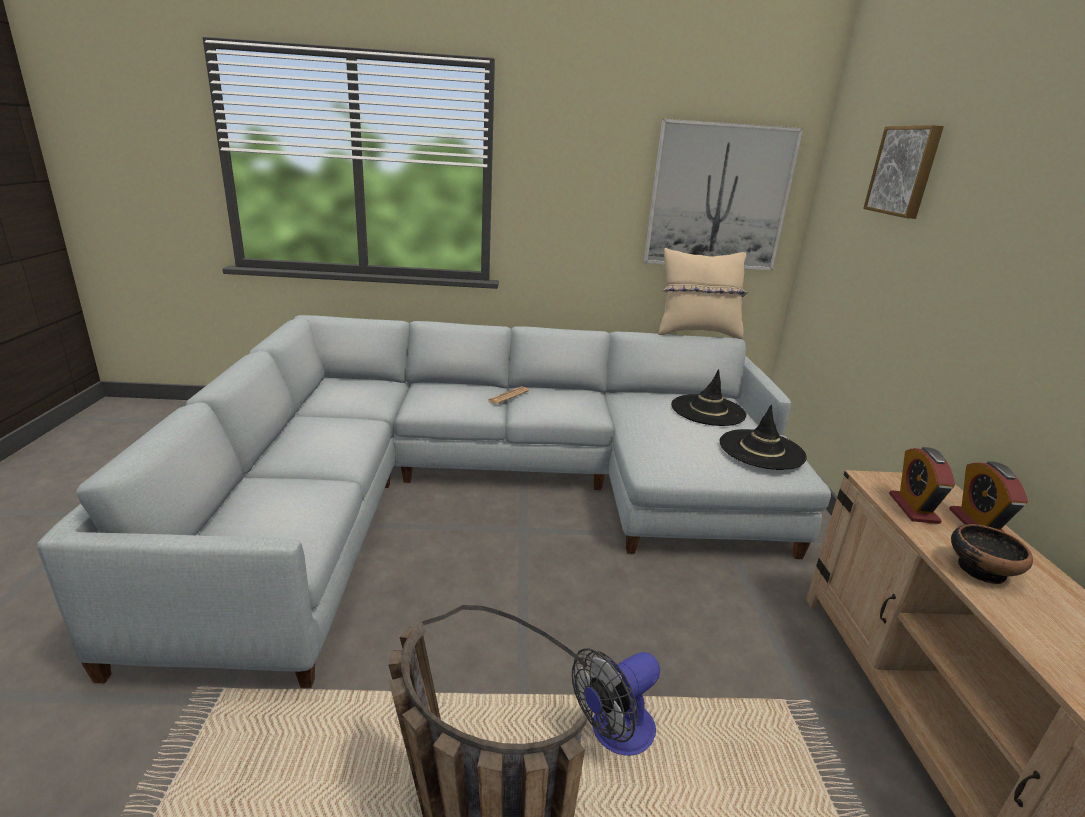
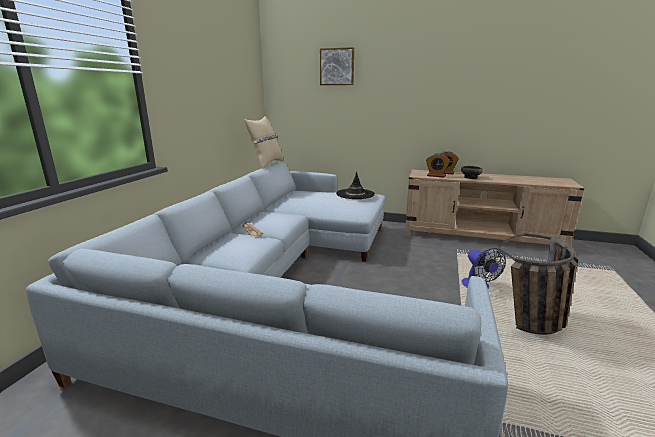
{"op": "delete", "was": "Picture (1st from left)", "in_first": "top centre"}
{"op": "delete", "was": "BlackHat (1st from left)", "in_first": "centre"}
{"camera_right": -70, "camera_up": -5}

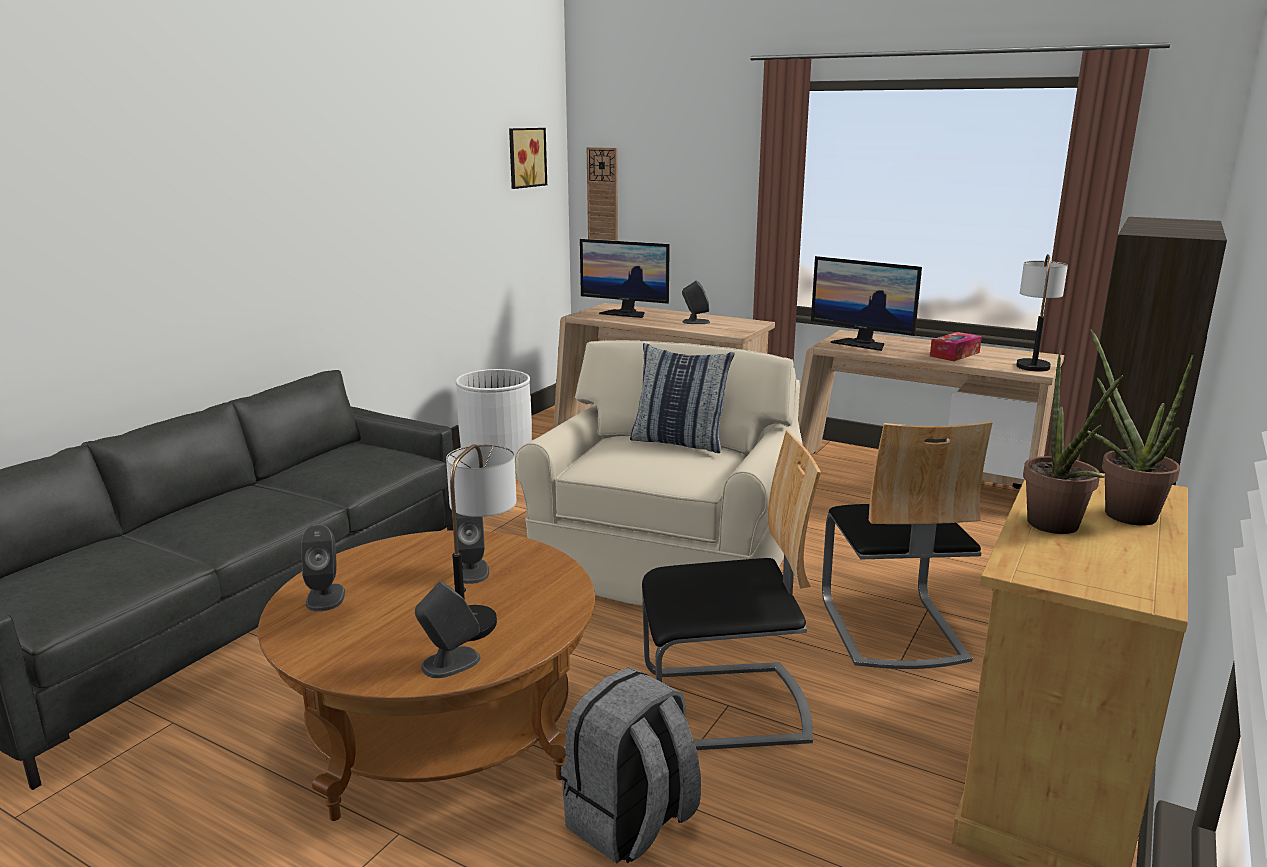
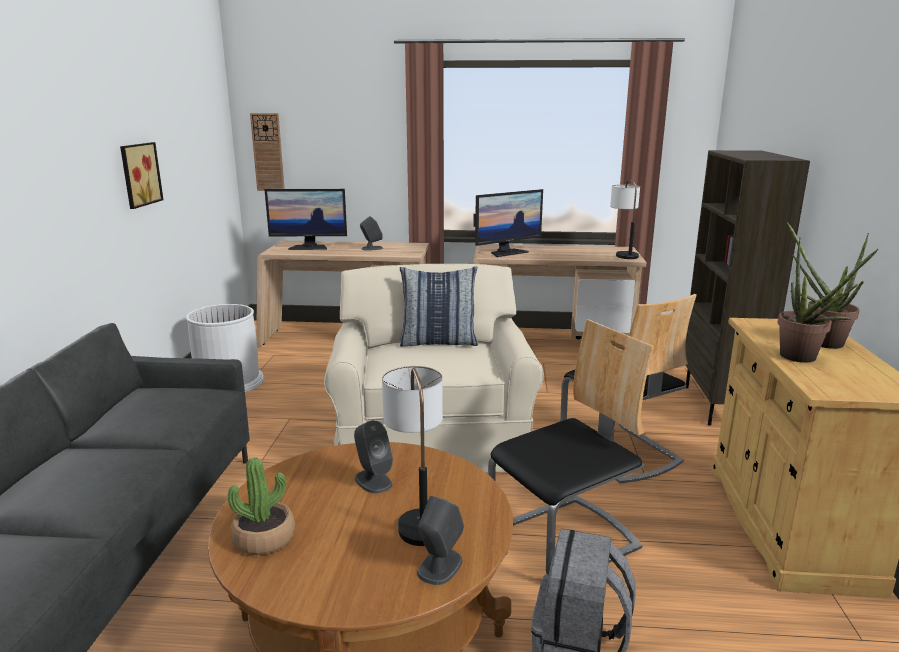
{"op": "replace", "was": "GreySpeaker (1st from left)", "now": "PottedPlant (1st from left)", "in_first": "middle left", "in_second": "bottom left"}
{"op": "move", "was": "Picture", "in_first": "top centre", "in_second": "top left"}
{"op": "rotate", "was": "Monitor (2nd from left)", "in_first": "middle right", "in_second": "centre", "clockwise": -45}
{"op": "delete", "was": "TissueBox", "in_first": "middle right"}
{"camera_right": -25, "camera_up": 0}

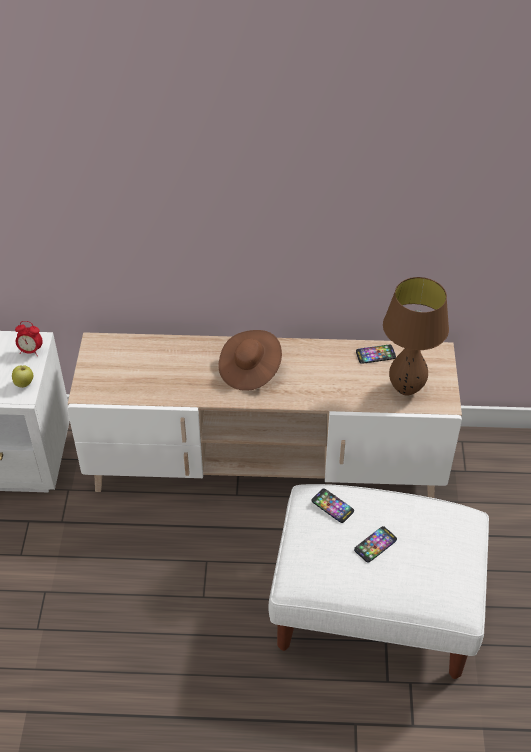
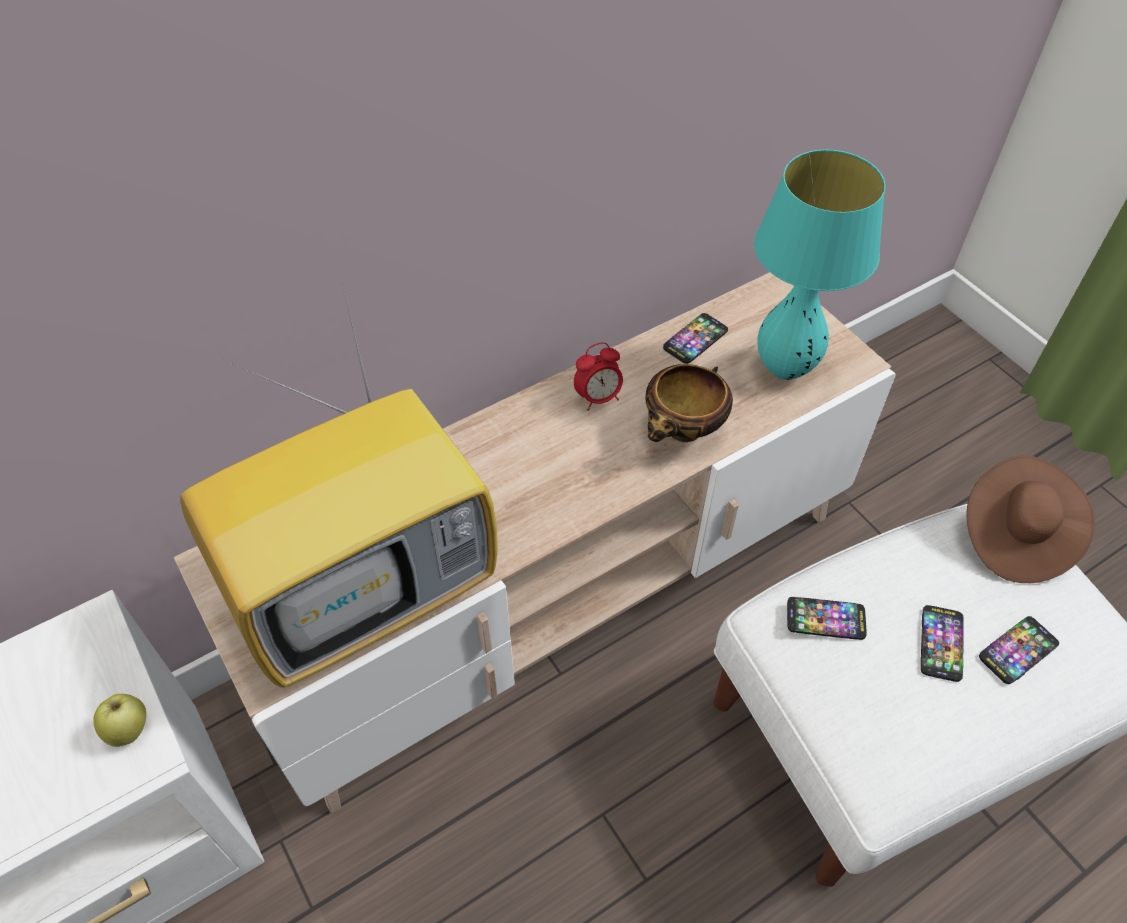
{"op": "move", "was": "AlarmClock", "in_first": "middle left", "in_second": "centre"}
{"op": "move", "was": "BrownHat", "in_first": "centre", "in_second": "middle right"}
{"op": "recolor", "was": "BrownTableLamp", "now": "TurquoiseTableLamp", "in_first": "middle right", "in_second": "top right"}
{"op": "insert", "now": "Television", "in_second": "middle left"}
{"op": "insert", "now": "Bowl", "in_second": "centre"}
{"op": "insert", "now": "Phone (4th from left)", "in_second": "bottom right"}
{"camera_right": -35, "camera_up": 5}

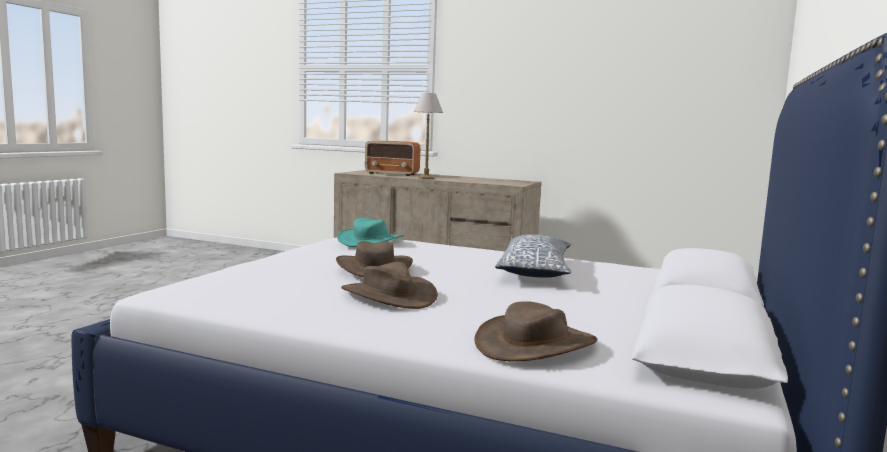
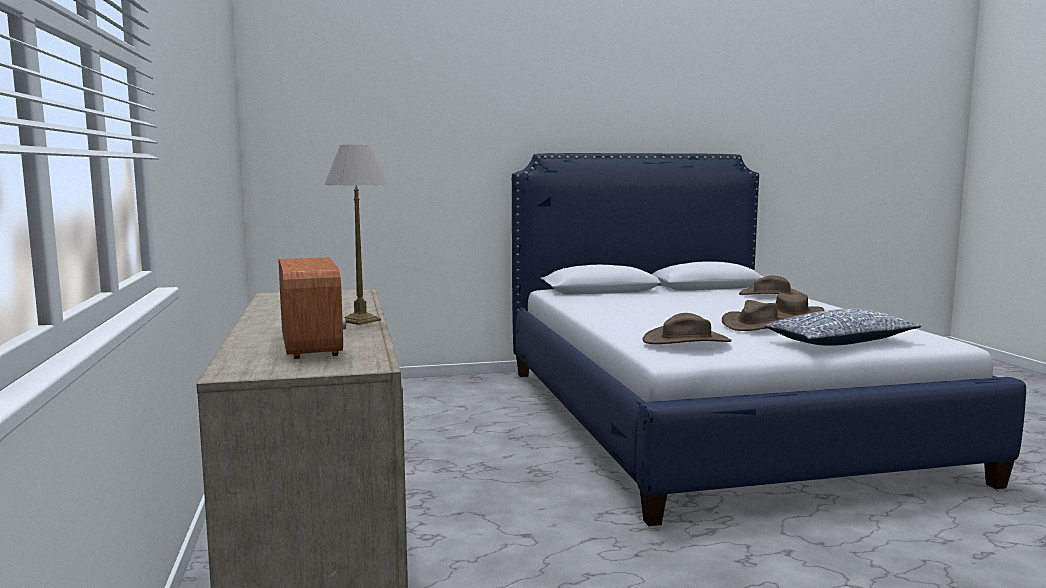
{"op": "recolor", "was": "TurquoiseHat", "now": "BrownHat (1st from left)", "in_first": "centre", "in_second": "centre"}
{"op": "move", "was": "Pillow", "in_first": "centre", "in_second": "middle right"}
{"camera_right": -125, "camera_up": 0}

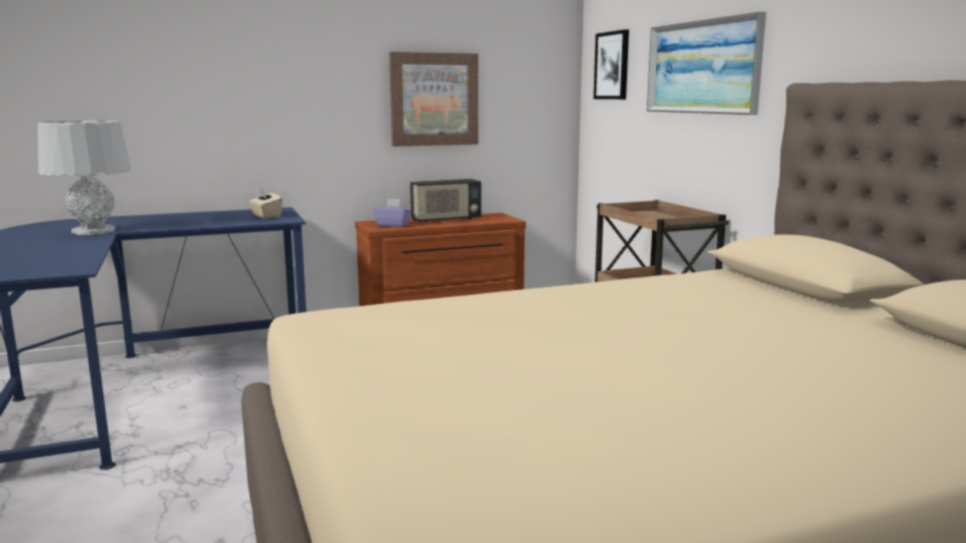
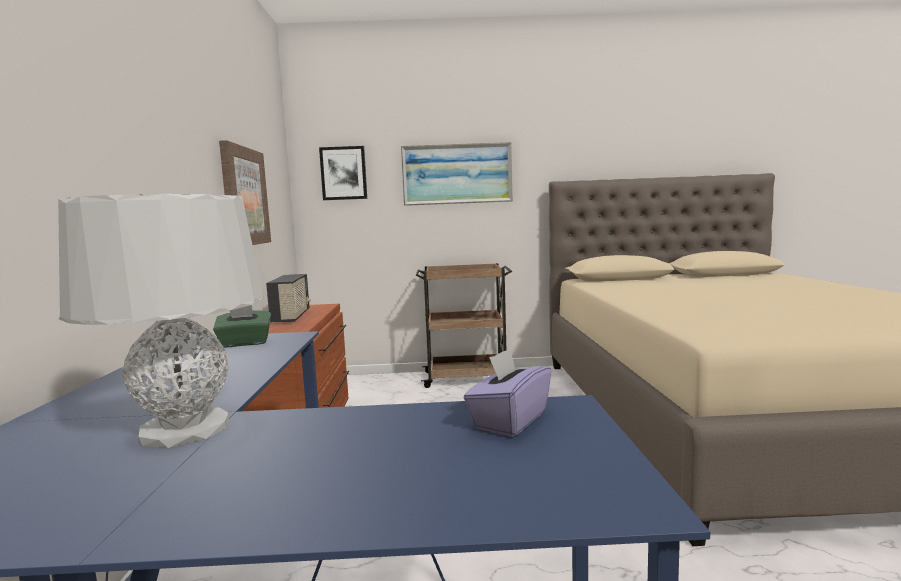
{"op": "recolor", "was": "BeigeTissueBox", "now": "GreenTissueBox", "in_first": "middle left", "in_second": "middle left"}
{"op": "move", "was": "PurpleTissueBox", "in_first": "centre", "in_second": "bottom centre"}
{"camera_right": -70, "camera_up": -5}

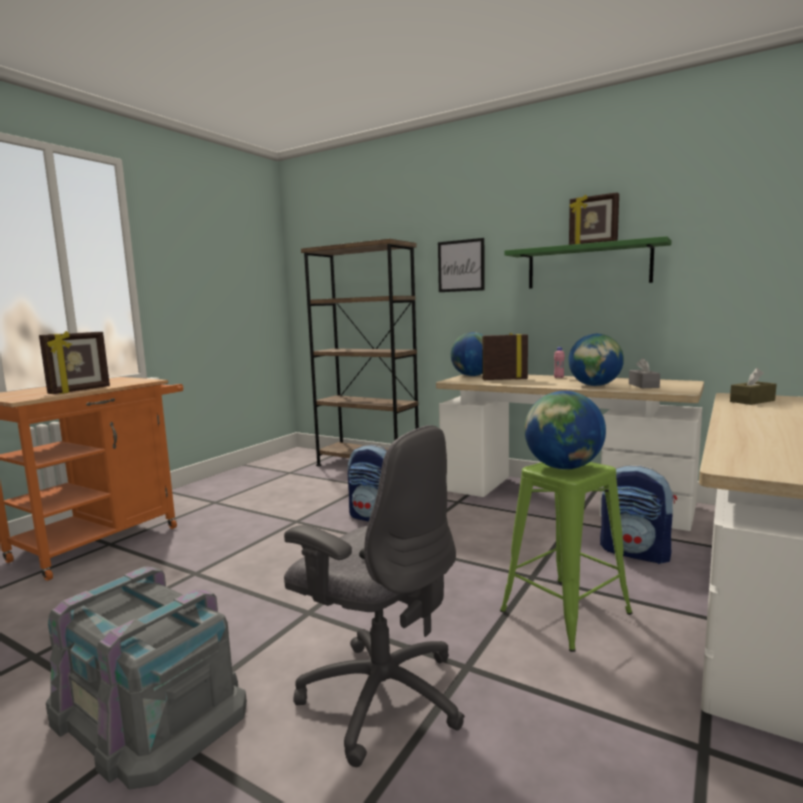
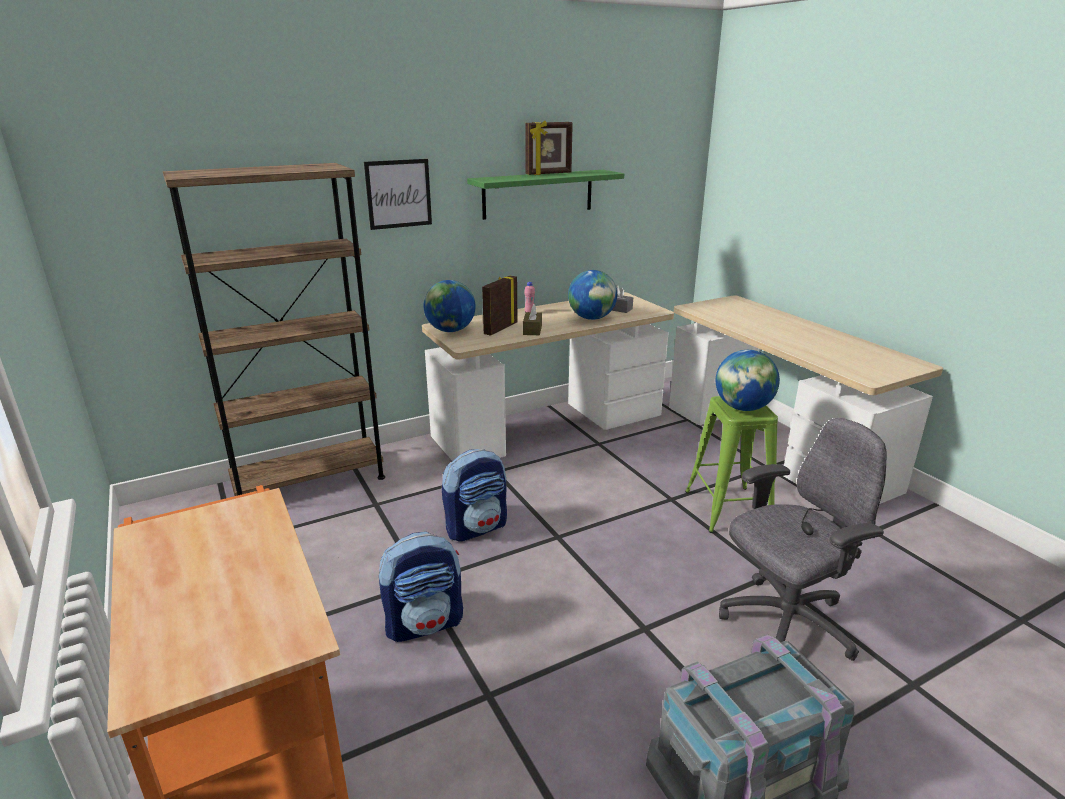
{"op": "delete", "was": "PictureFrame (1st from left)", "in_first": "middle left"}
{"op": "move", "was": "Backpack (2nd from left in the first image)", "now": "Backpack (1st from left)", "in_first": "middle right", "in_second": "bottom centre"}
{"op": "move", "was": "BrownTissueBox", "in_first": "middle right", "in_second": "centre"}
{"camera_right": -60, "camera_up": 15}

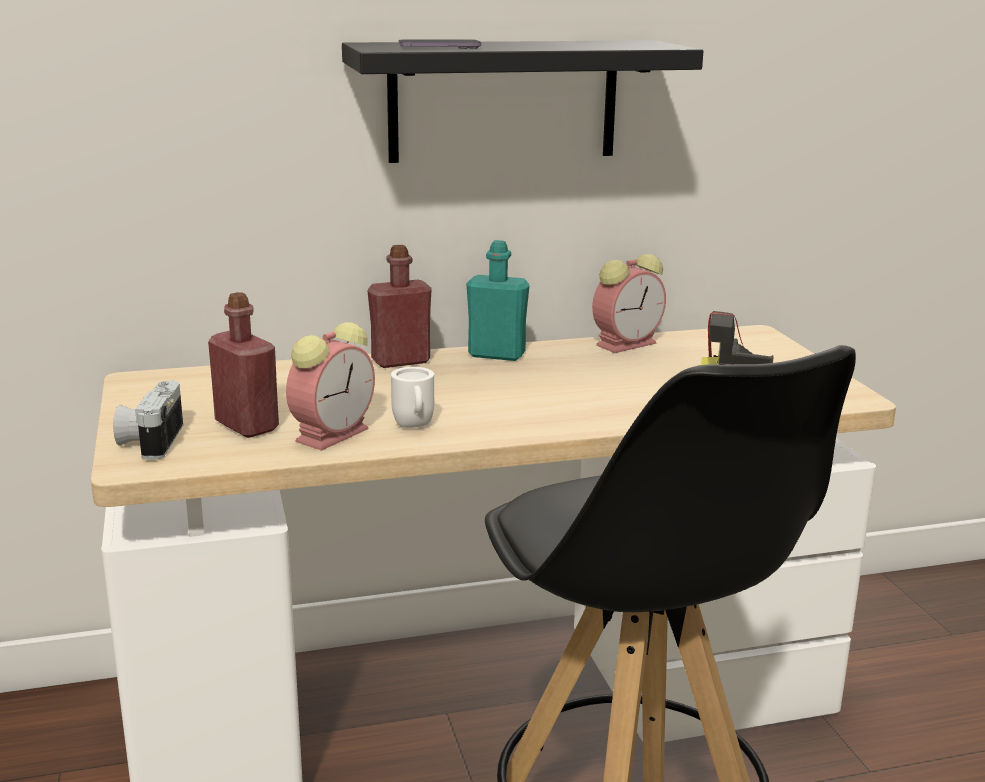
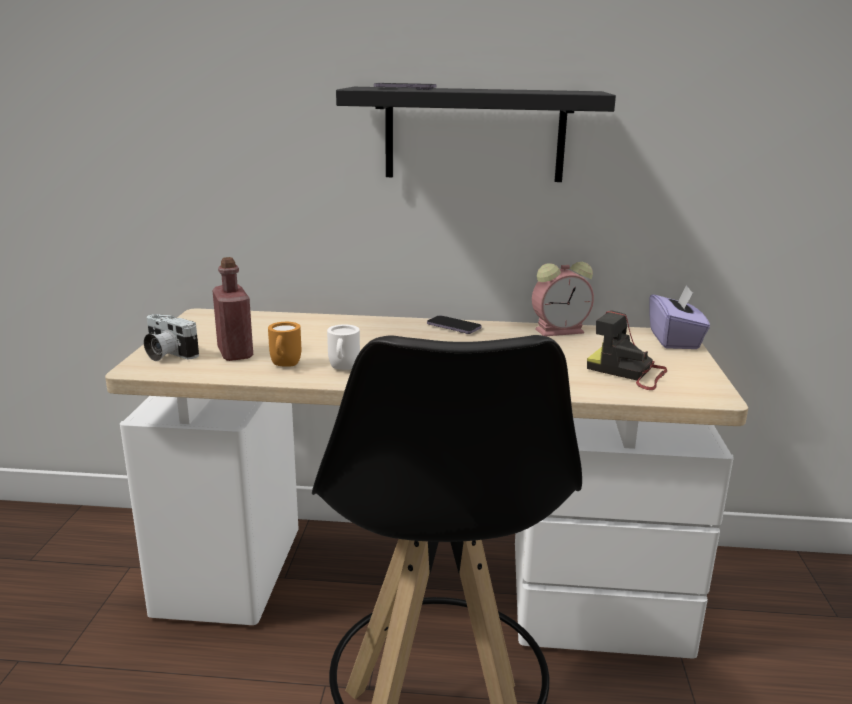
{"op": "rotate", "was": "PhotoCamera (1st from left)", "in_first": "middle left", "in_second": "middle left", "clockwise": -75}
{"op": "replace", "was": "AlarmClock (1st from left)", "now": "OrangeMug", "in_first": "centre", "in_second": "centre"}
{"op": "delete", "was": "RedBottle (2nd from left)", "in_first": "centre"}
{"op": "replace", "was": "TurquoiseBottle", "now": "Phone (2nd from left)", "in_first": "centre", "in_second": "centre"}
{"op": "insert", "now": "PurpleTissueBox", "in_second": "middle right"}
{"camera_right": 20, "camera_up": 0}

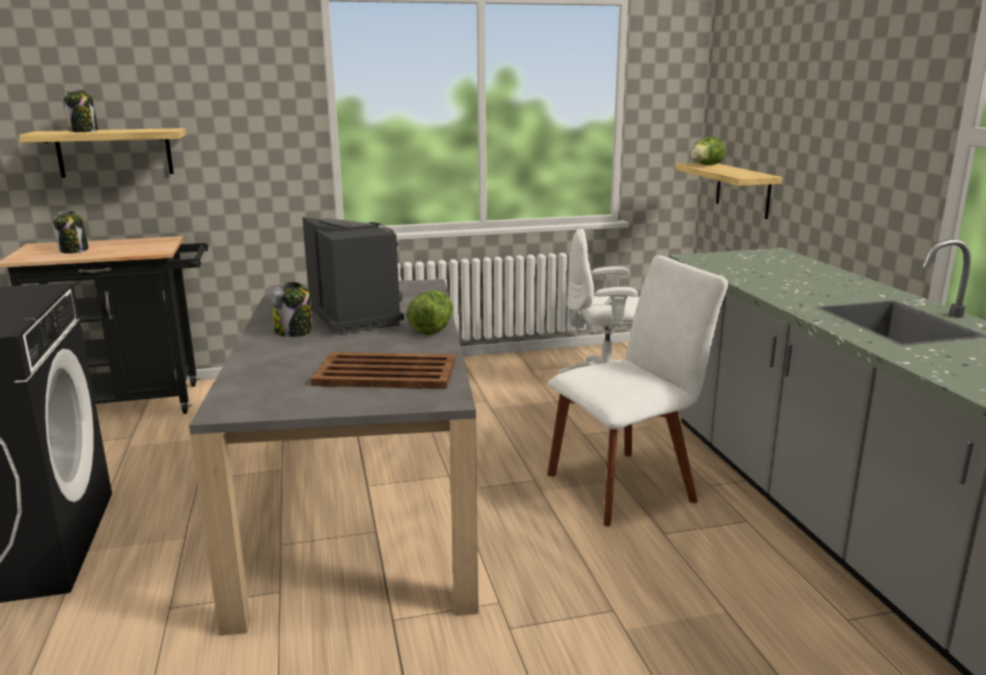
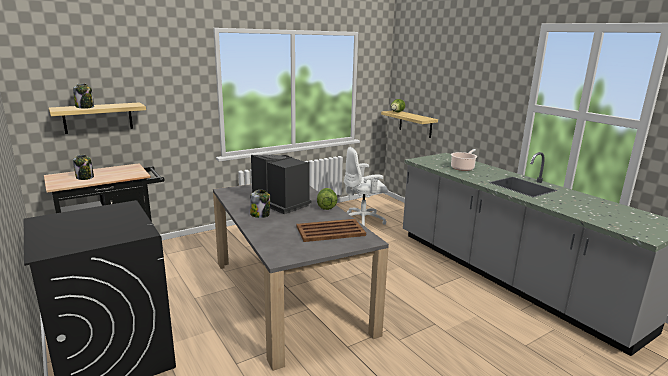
{"op": "delete", "was": "WhiteChair", "in_first": "centre"}
{"op": "insert", "now": "CookingPot", "in_second": "middle right"}
{"camera_right": -20, "camera_up": 0}

